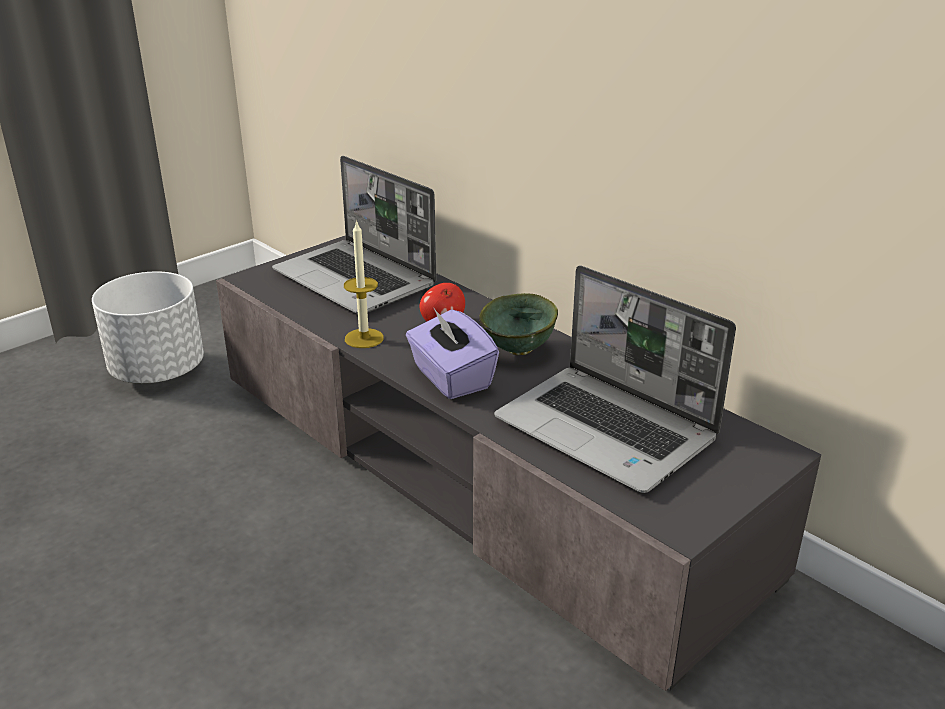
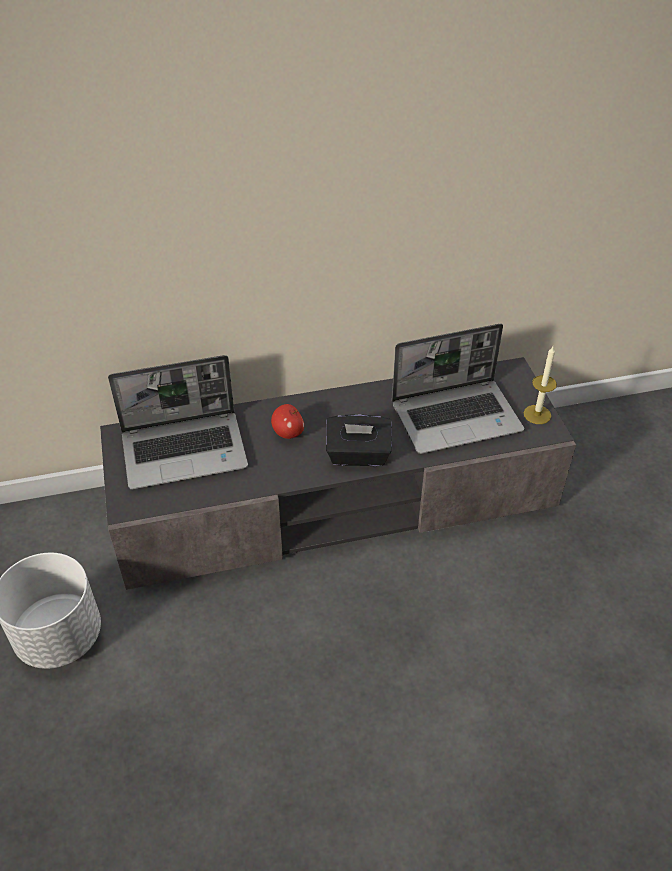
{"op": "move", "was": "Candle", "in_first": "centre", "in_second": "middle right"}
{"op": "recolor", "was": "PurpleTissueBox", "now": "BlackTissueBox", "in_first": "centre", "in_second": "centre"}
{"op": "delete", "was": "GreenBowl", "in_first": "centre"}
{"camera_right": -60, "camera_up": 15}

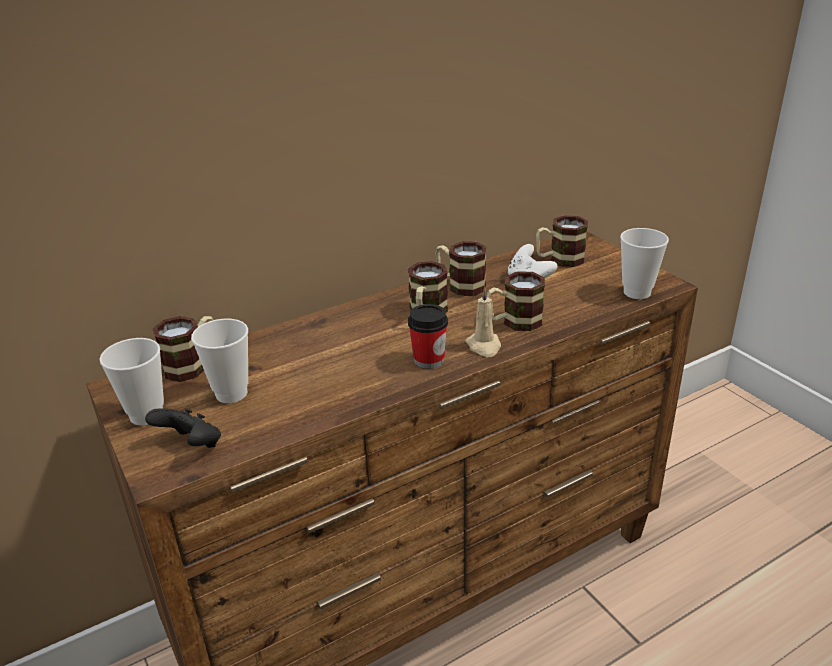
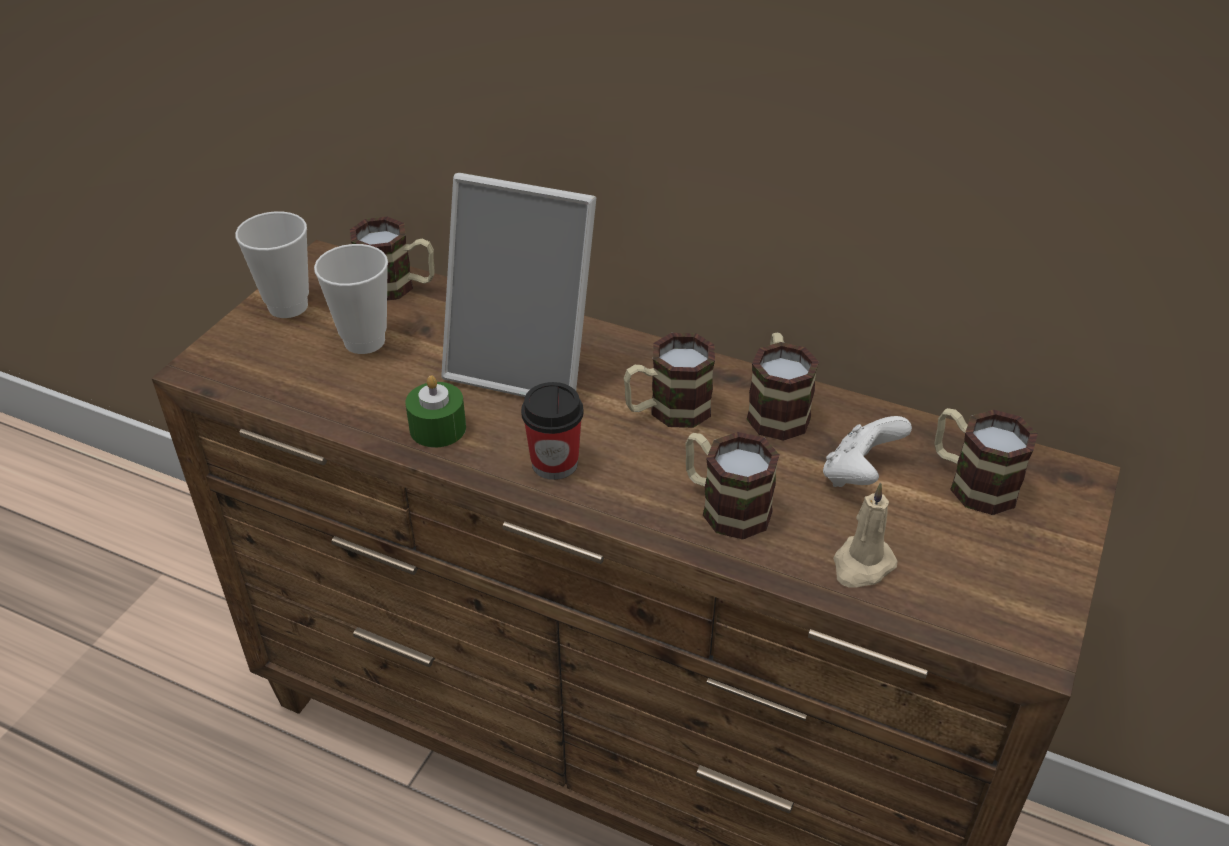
{"op": "delete", "was": "BlackGameController", "in_first": "middle left"}
{"op": "move", "was": "BeigeCandle", "in_first": "centre", "in_second": "middle right"}
{"op": "delete", "was": "Cup (4th from left)", "in_first": "middle right"}
{"op": "insert", "now": "GreenCandle", "in_second": "centre"}
{"op": "insert", "now": "PictureFrame", "in_second": "centre"}
{"camera_right": 55, "camera_up": 10}

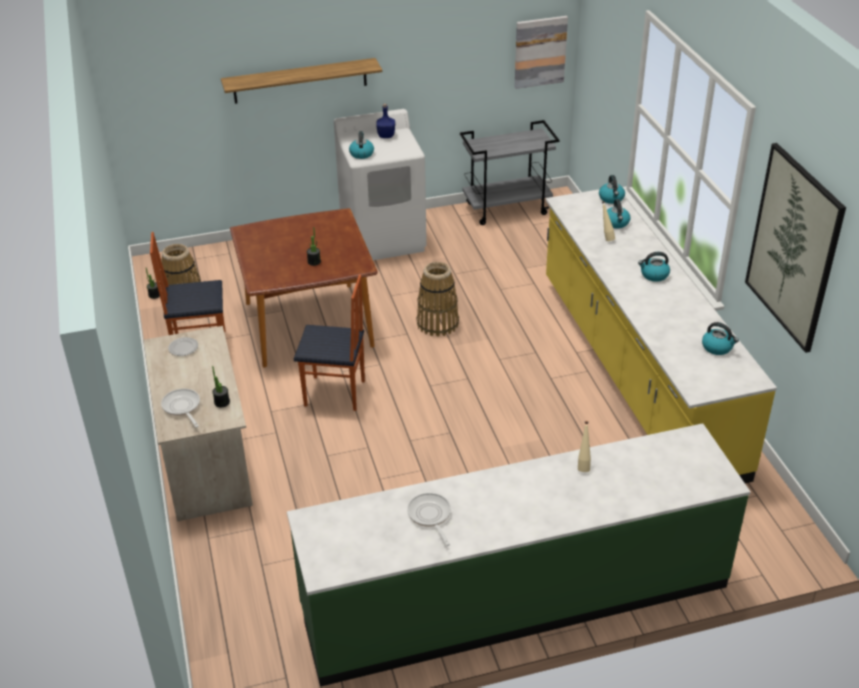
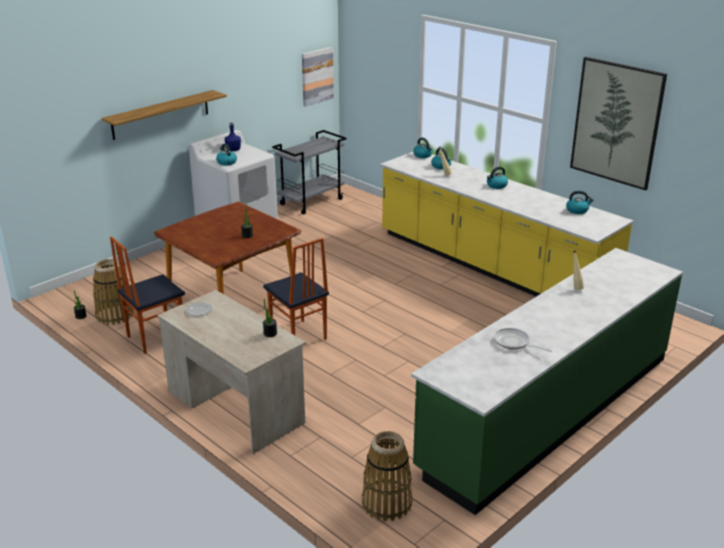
{"op": "delete", "was": "FryingPan (1st from left)", "in_first": "middle left"}
{"op": "rotate", "was": "Chair (2nd from left)", "in_first": "centre", "in_second": "centre", "clockwise": 75}
{"op": "move", "was": "Basket (2nd from left)", "in_first": "centre", "in_second": "bottom centre"}
{"camera_right": -30, "camera_up": -10}

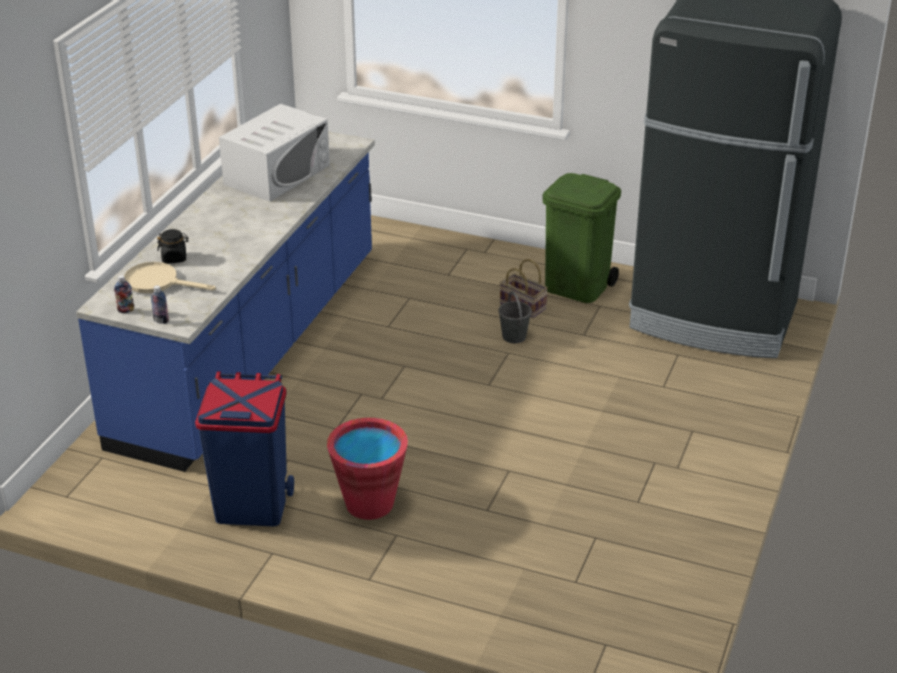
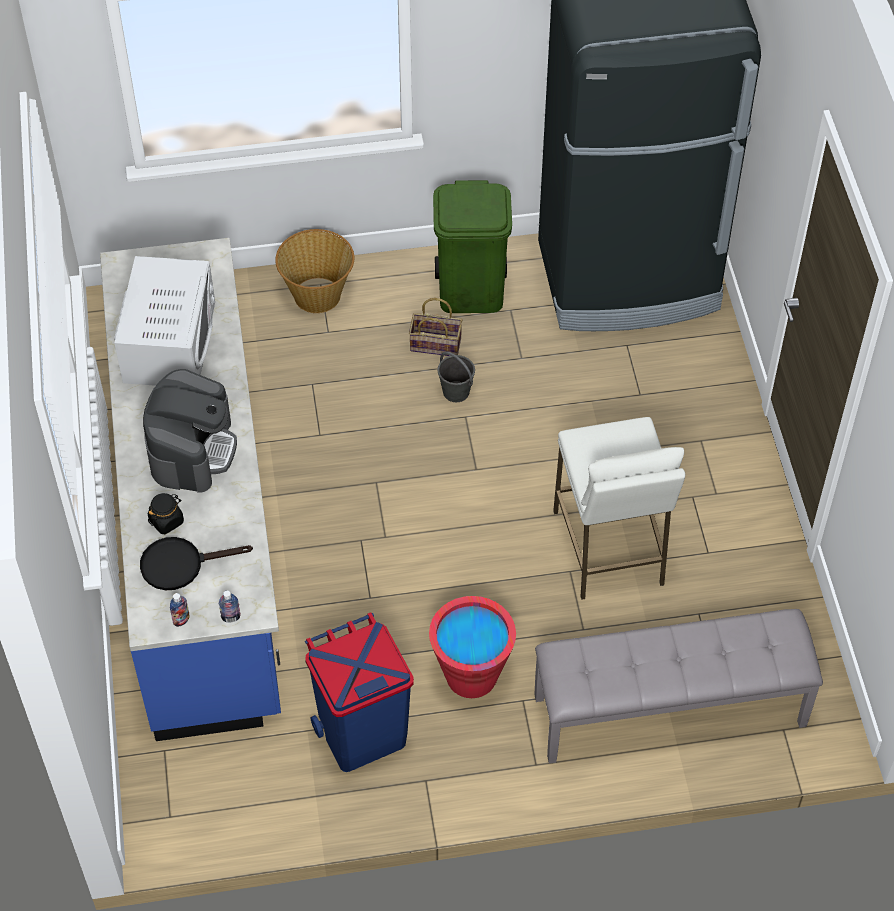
{"op": "recolor", "was": "BeigeFryingPan", "now": "BlackFryingPan", "in_first": "middle left", "in_second": "middle left"}
{"op": "insert", "now": "CoffeeMachine", "in_second": "middle left"}
{"op": "insert", "now": "Basket (1st from left)", "in_second": "top centre"}
{"op": "insert", "now": "GreyBench", "in_second": "bottom right"}
{"op": "insert", "now": "WhiteStool", "in_second": "middle right"}
{"camera_right": -30, "camera_up": 20}

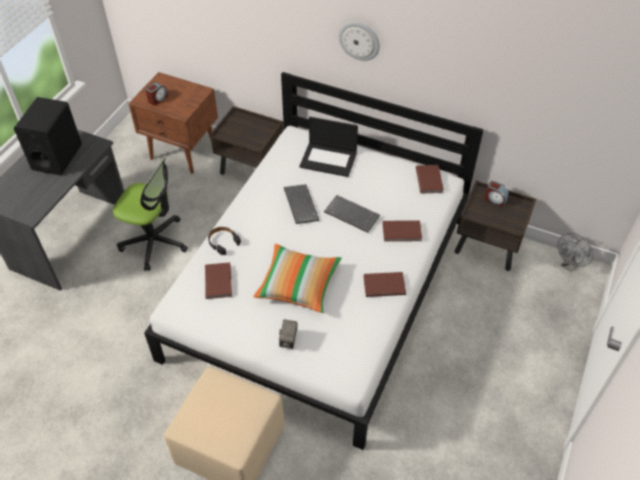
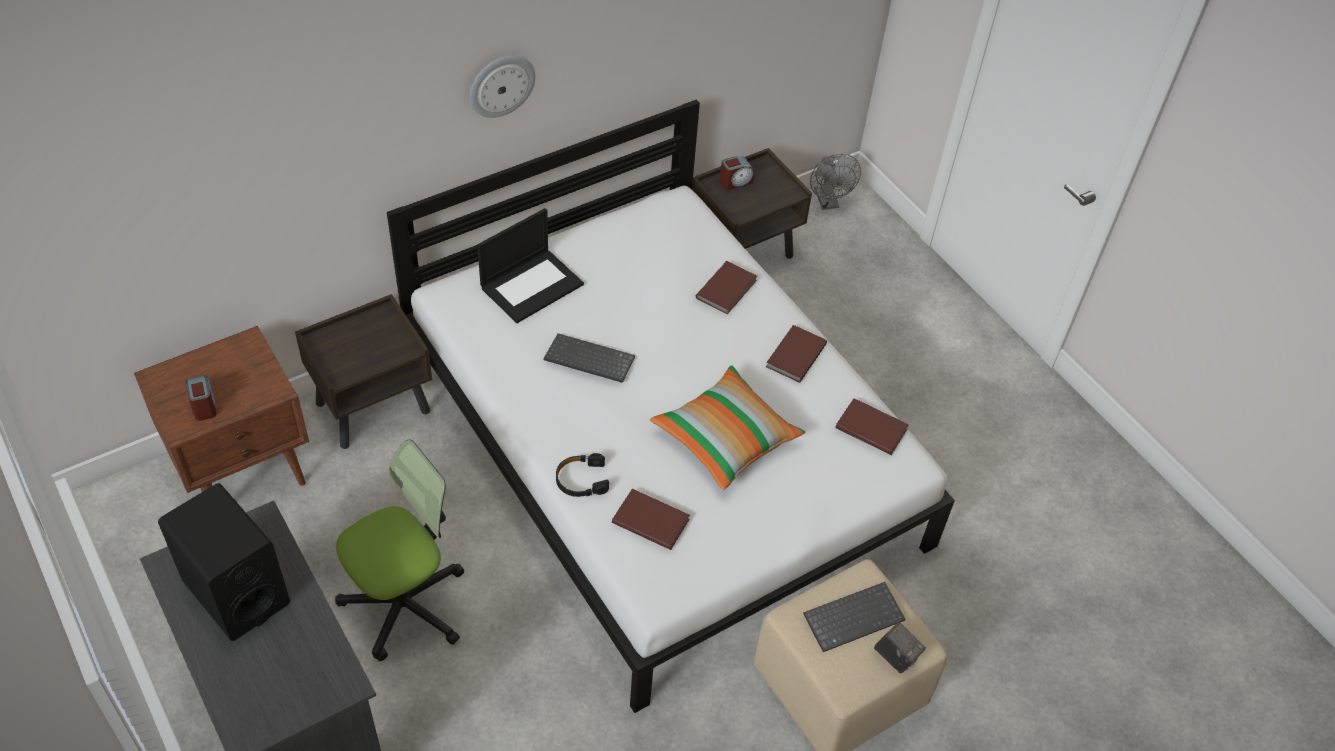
{"op": "move", "was": "PhotoCamera", "in_first": "bottom centre", "in_second": "bottom right"}
{"op": "move", "was": "Keyboard (2nd from left)", "in_first": "centre", "in_second": "bottom centre"}
{"op": "move", "was": "BrownBook (4th from left)", "in_first": "middle right", "in_second": "centre"}
{"camera_right": -60, "camera_up": 0}

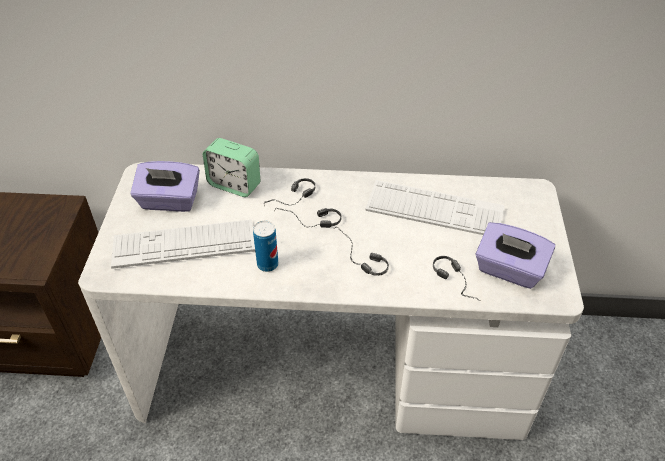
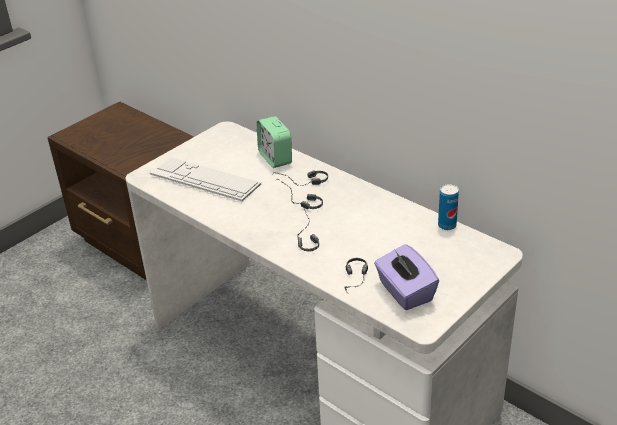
{"op": "delete", "was": "PurpleTissueBox (1st from left)", "in_first": "middle left"}
{"op": "move", "was": "Can", "in_first": "centre", "in_second": "middle right"}
{"op": "delete", "was": "Keyboard (2nd from left)", "in_first": "centre"}
{"camera_right": 40, "camera_up": -10}

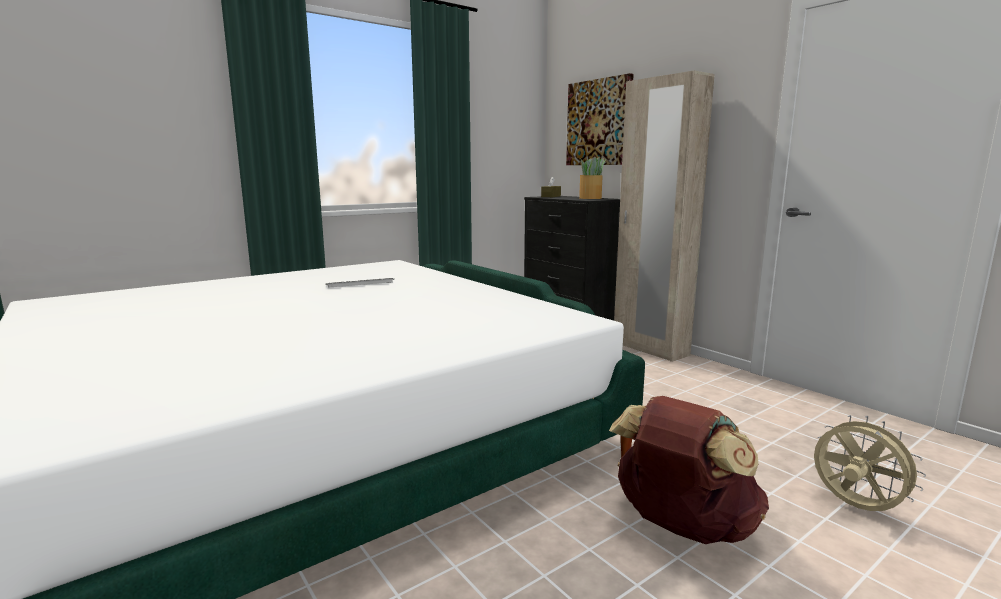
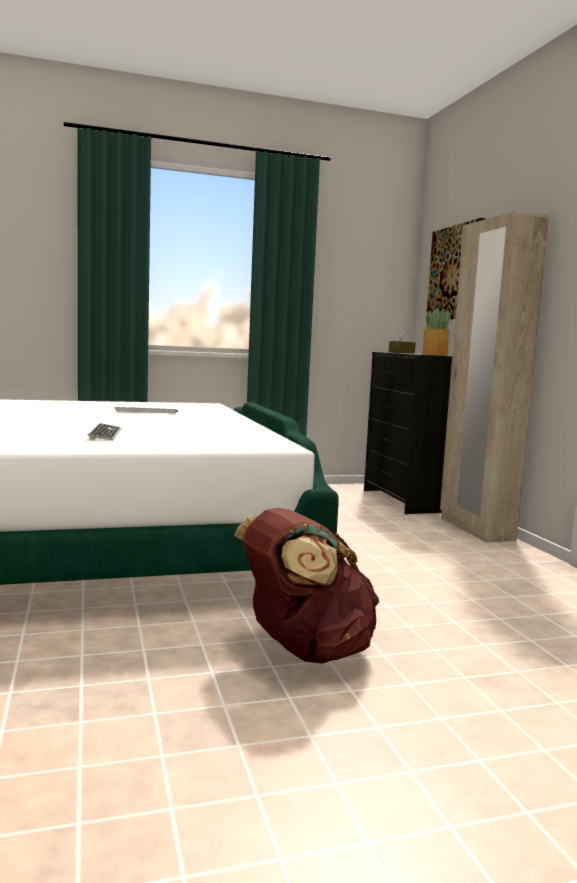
{"op": "delete", "was": "BeigeFan", "in_first": "bottom right"}
{"op": "insert", "now": "Keyboard (1st from left)", "in_second": "middle left"}
{"camera_right": 20, "camera_up": -5}

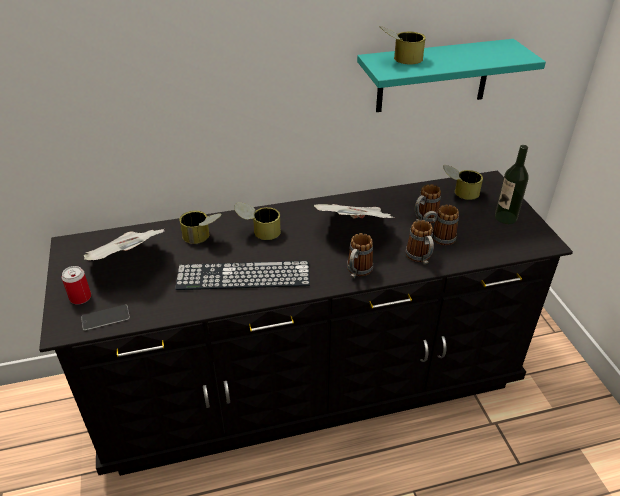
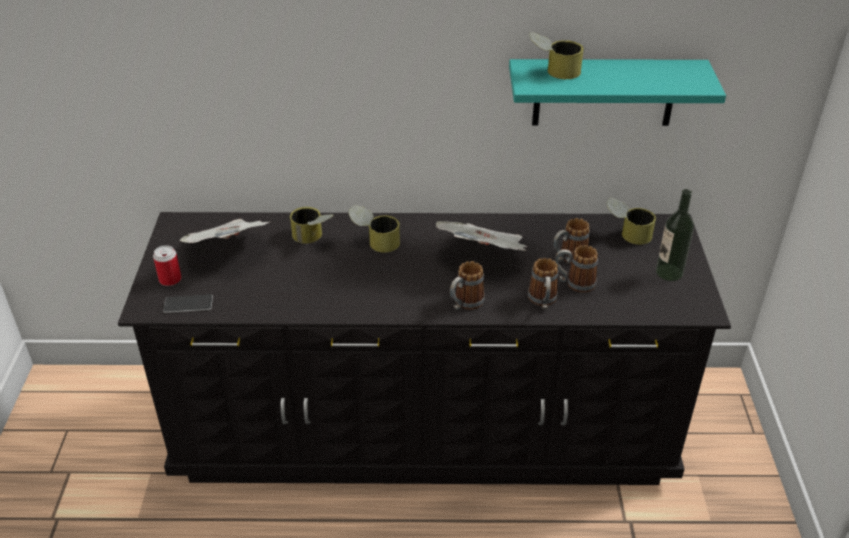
{"op": "delete", "was": "Keyboard", "in_first": "centre"}
{"camera_right": 15, "camera_up": 0}

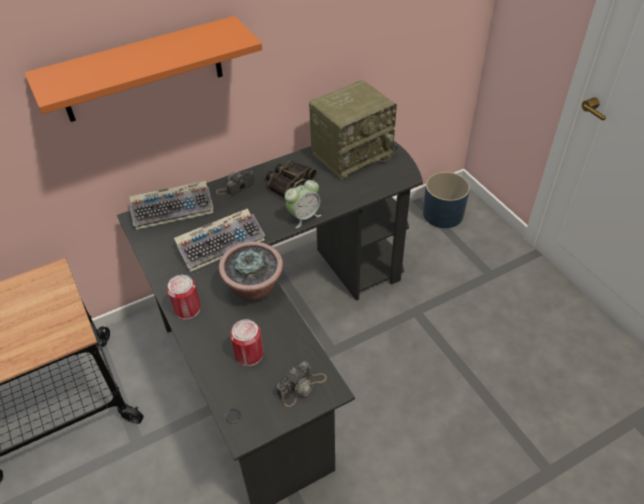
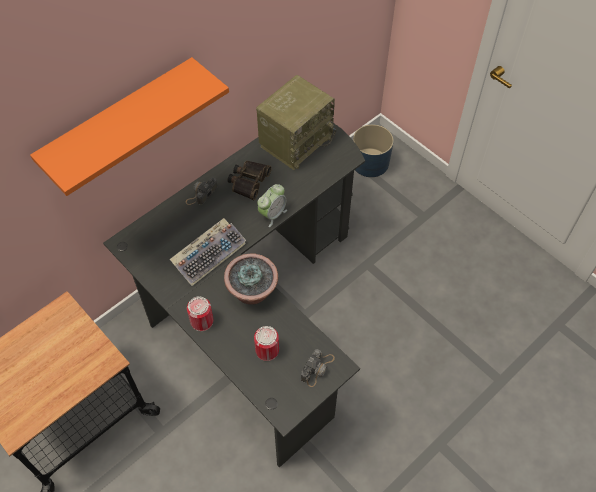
{"op": "delete", "was": "Keyboard (1st from left)", "in_first": "middle left"}
{"camera_right": -15, "camera_up": 10}

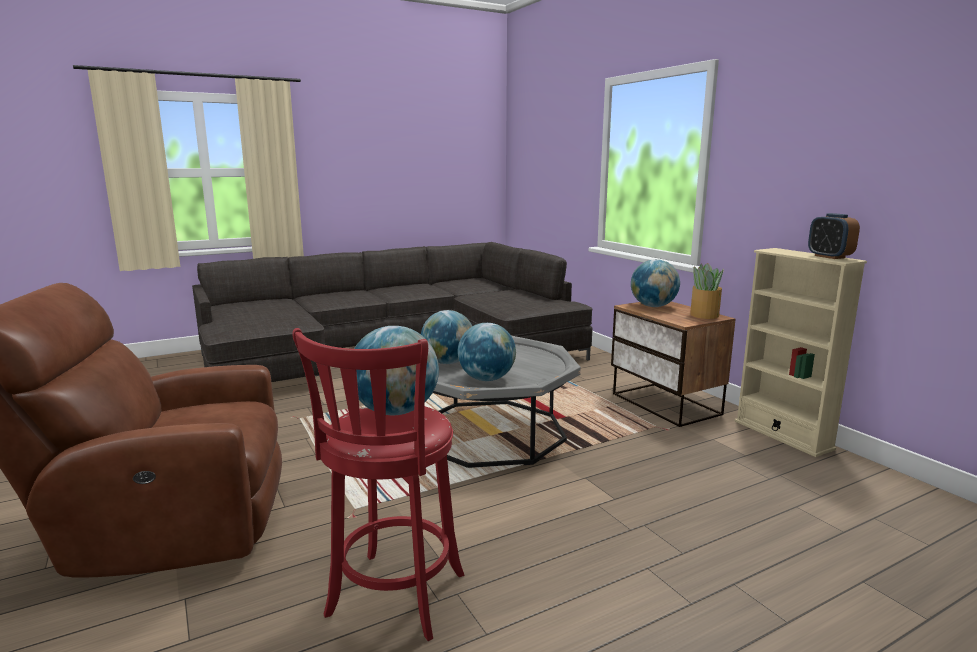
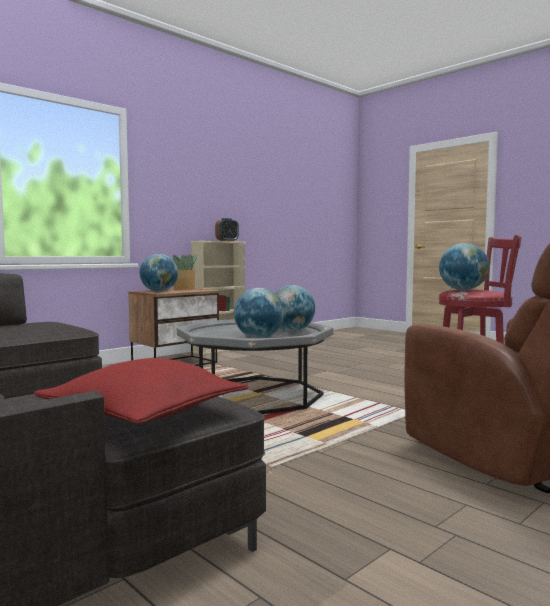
{"op": "insert", "now": "RedPillow", "in_second": "middle left"}
{"camera_right": -105, "camera_up": -10}

